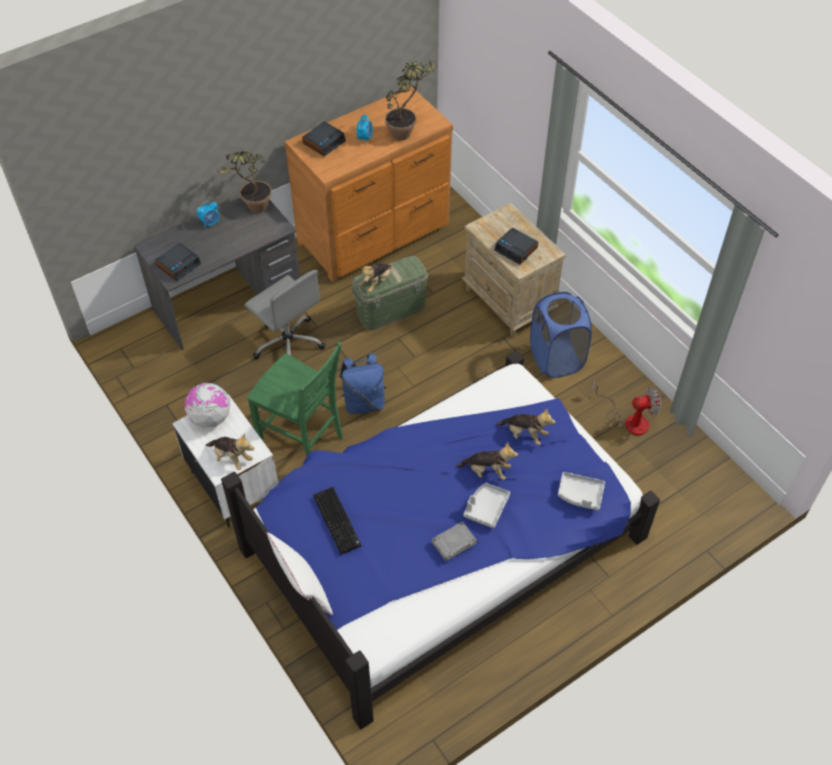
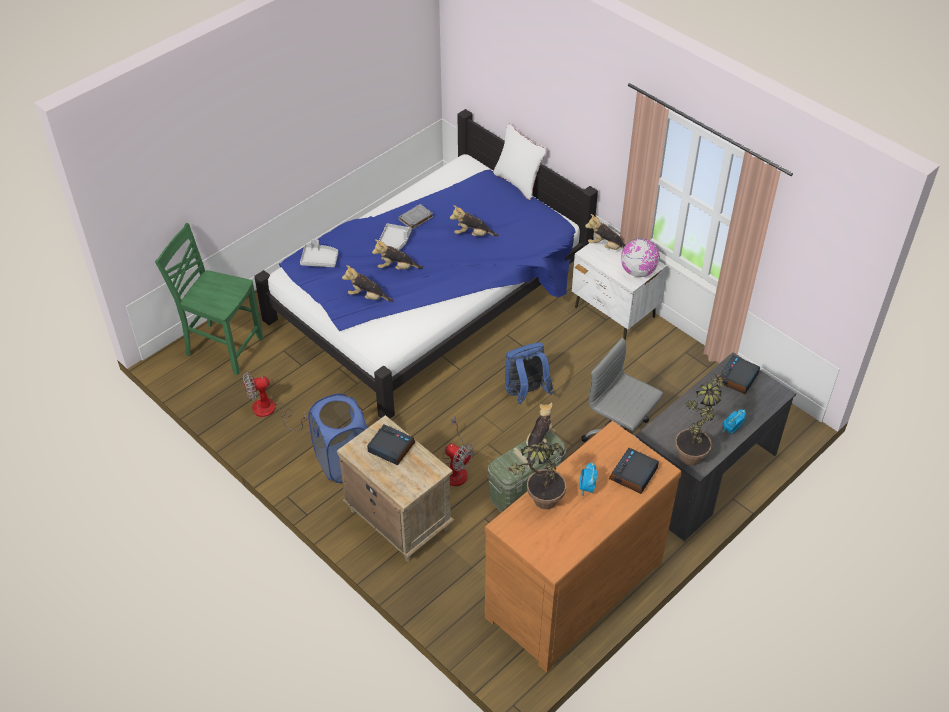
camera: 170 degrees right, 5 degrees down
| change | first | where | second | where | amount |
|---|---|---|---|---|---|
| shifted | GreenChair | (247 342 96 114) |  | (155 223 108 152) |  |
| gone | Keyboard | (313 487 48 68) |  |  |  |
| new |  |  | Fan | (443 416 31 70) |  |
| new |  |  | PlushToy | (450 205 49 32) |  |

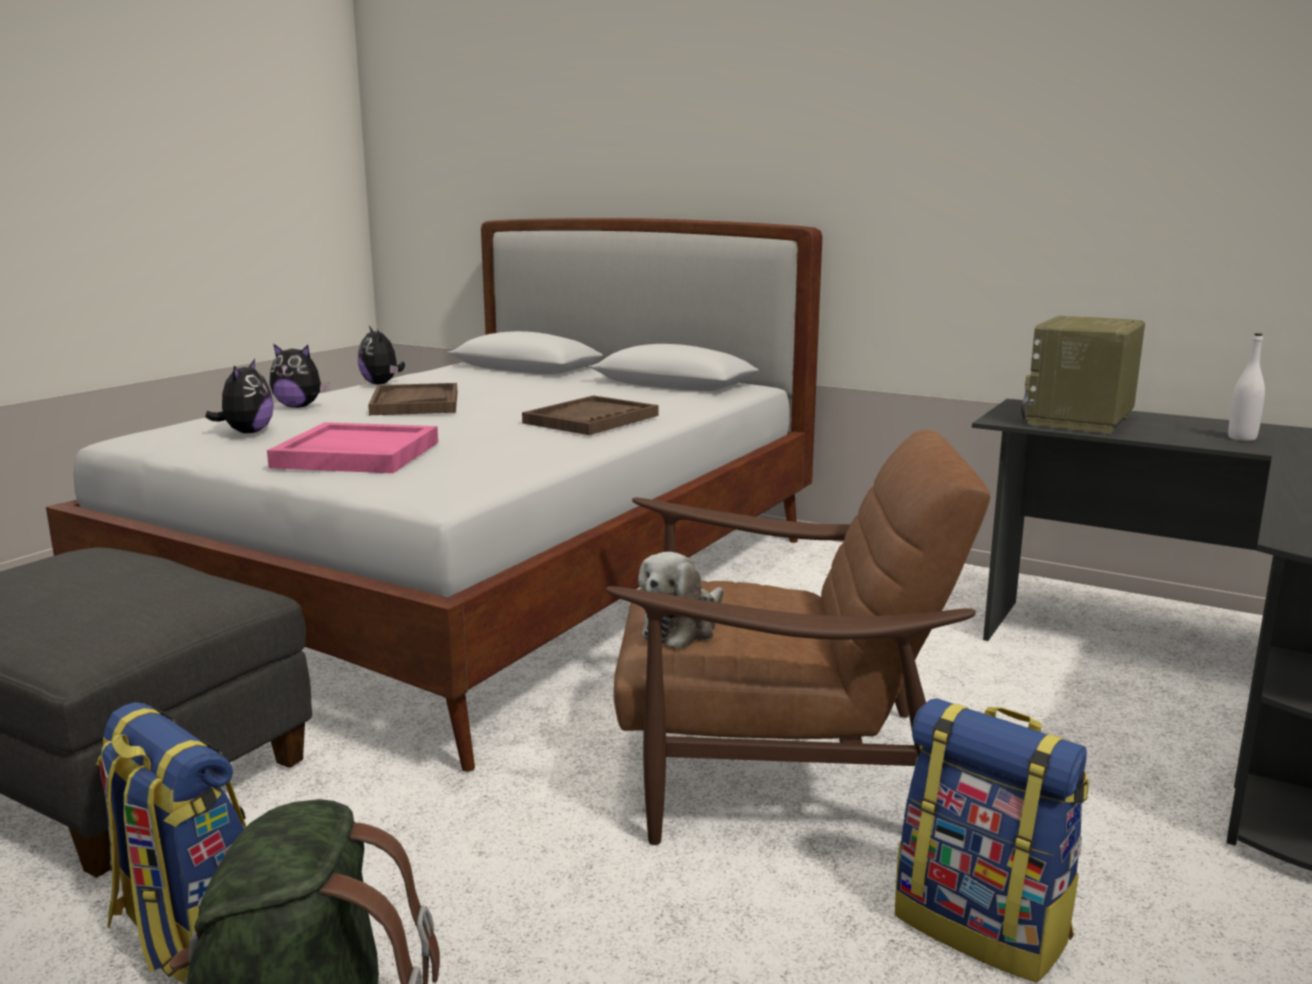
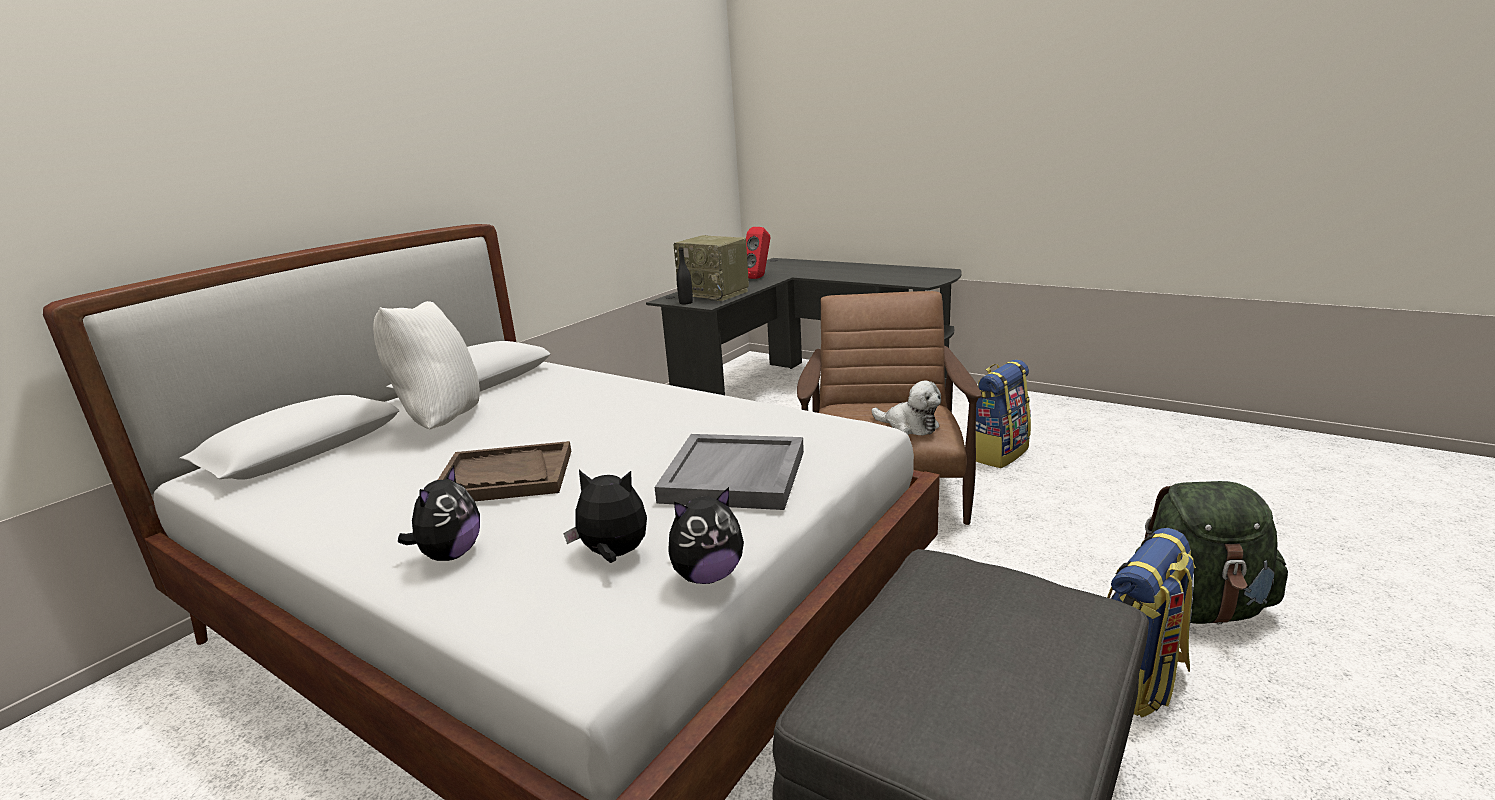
camera: 85 degrees left, 5 degrees up
| change | first | where | second | where | amount |
|---|---|---|---|---|---|
| repainted | PinkTray | (267 422 171 51) | GreyTray | (655 434 149 76) |  |
| shifted | PlushToy | (358 326 47 59) |  | (668 487 76 97) |  |
| gone | BrownTray | (522 395 136 40) |  |  |  |
| swapped | WhiteBottle | (1228 333 37 108) | RedSpeaker | (746 227 24 52) |  |
| new |  |  | WhitePillow | (373 301 107 128) |  |
| new |  |  | BlackBottle | (676 247 17 57) |  |

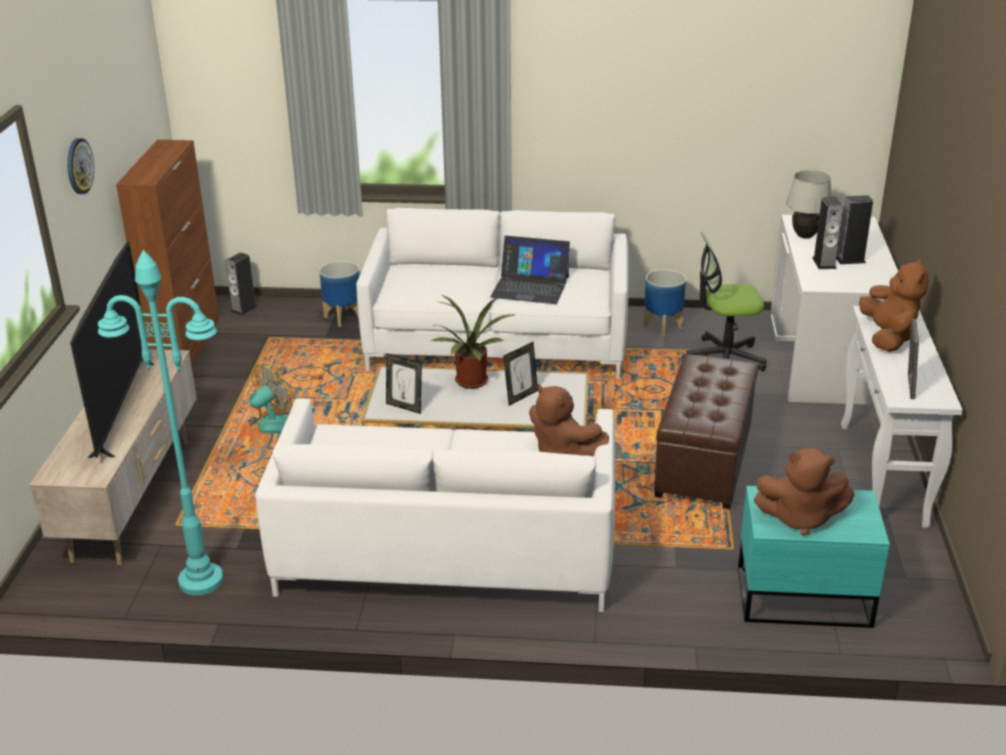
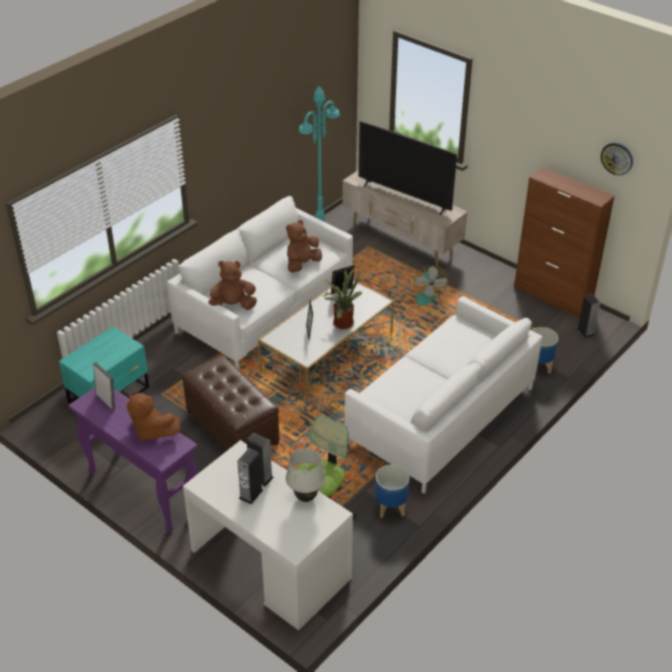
camera: 125 degrees right, 10 degrees up
| change | first | where | second | where | amount |
|---|---|---|---|---|---|
| shifted | WallClock | (67 138 27 56) |  | (601 143 32 32) |  |
| gone | Laptop | (491 236 79 68) |  |  |  |
| shifted | BrownPlushToy | (754 448 101 88) |  | (286 220 36 53) |  |
| repainted | WhiteConsoleTable | (841 306 122 223) | PurpleConsoleTable | (69 387 128 145) |  |

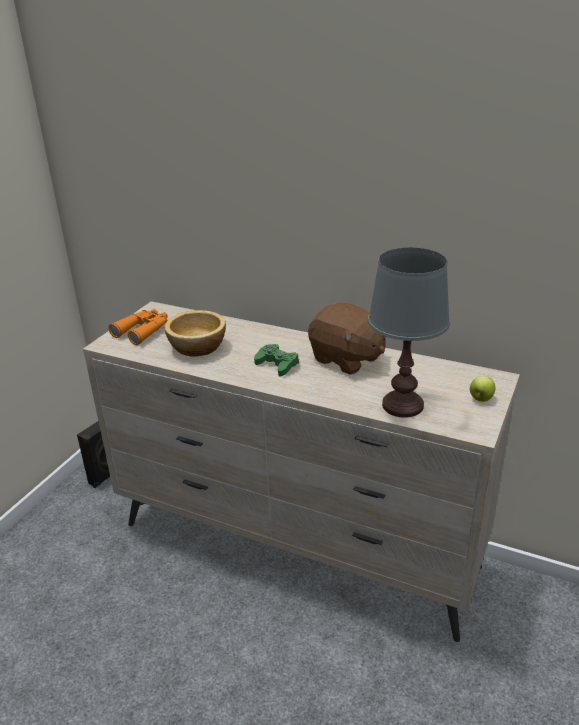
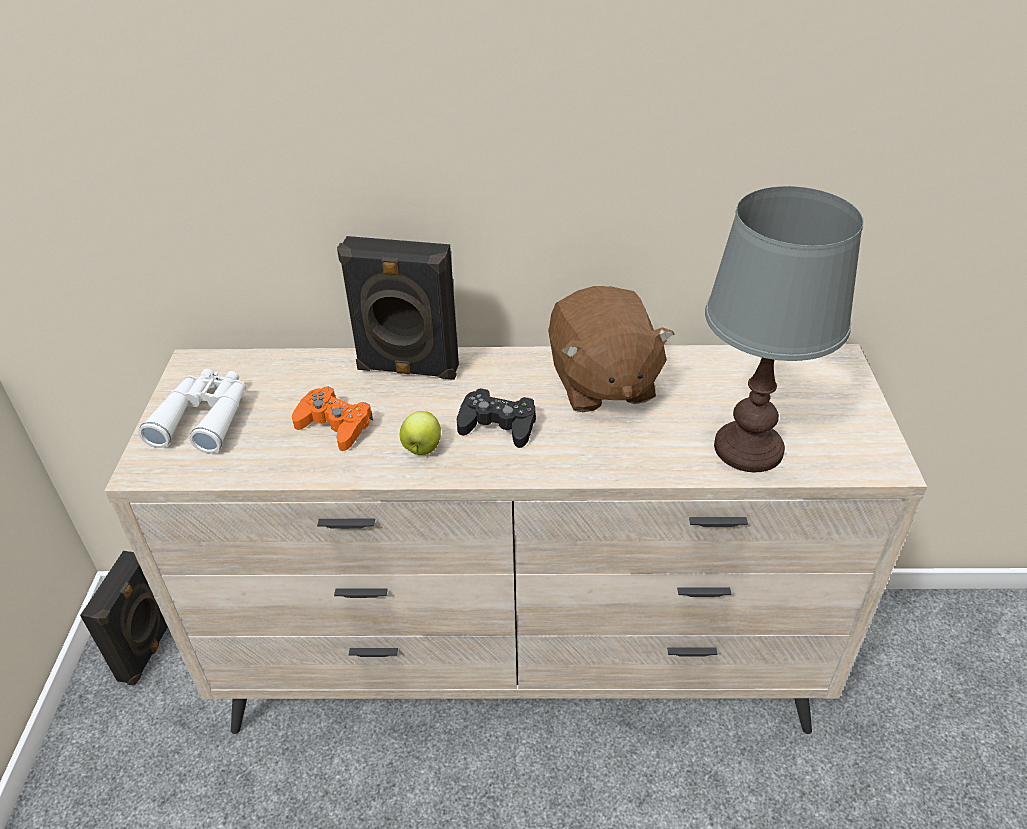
camera: 25 degrees left, 10 degrees up
| change | first | where | second | where | amount |
|---|---|---|---|---|---|
| repainted | OrangeBinoculars | (108 309 60 36) | WhiteBinoculars | (138 369 108 85) |  |
| swapped | Bowl | (164 310 62 47) | OrangeGameController | (292 387 81 64) |  |
| repainted | GreenGameController | (254 344 45 33) | BlackGameController | (457 388 79 60) |  |
| rotated | BrownPlushToy | (308 303 78 72) |  | (548 286 126 126) | 60 degrees clockwise |
| shifted | Apple | (470 376 25 26) |  | (400 411 41 44) |  |
| new |  |  | BlackSpeaker | (337 236 122 144) |  |

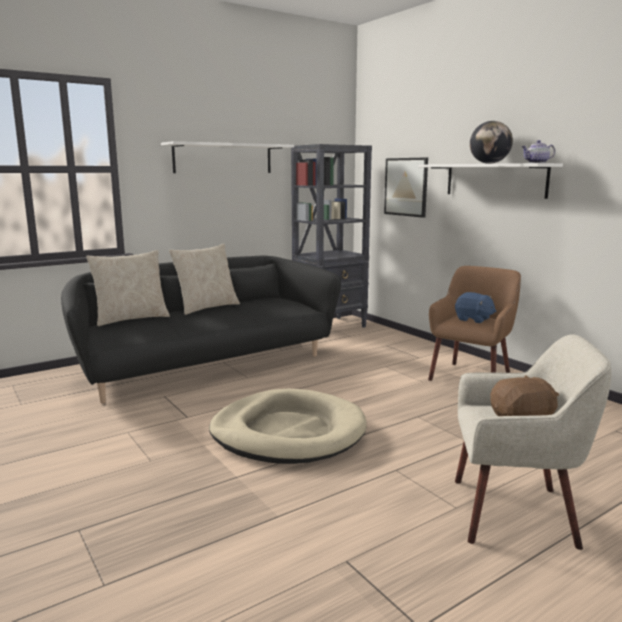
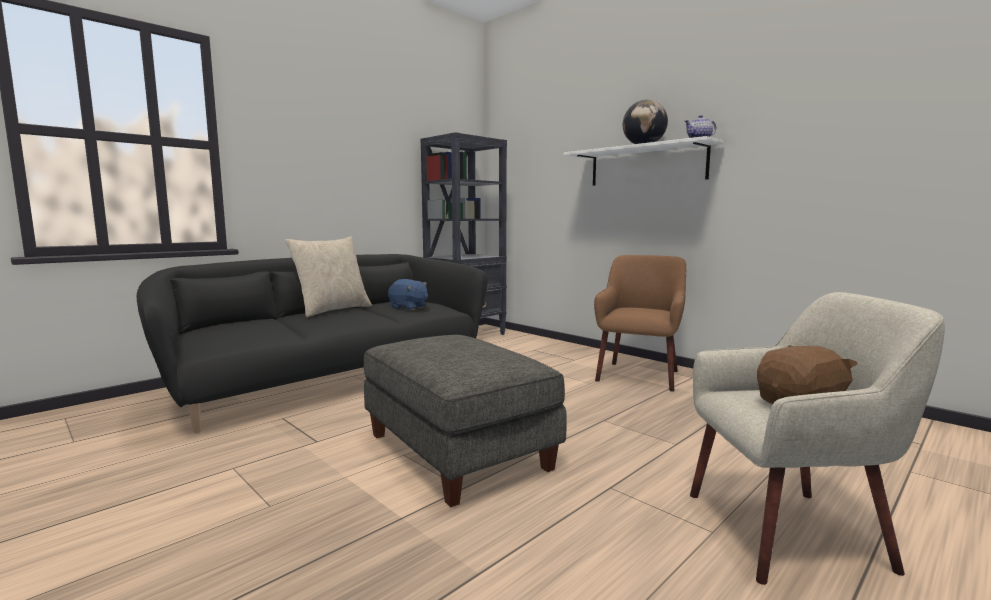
camera: 10 degrees left, 5 degrees down
| change | first | where | second | where | amount |
|---|---|---|---|---|---|
| gone | BeigePillow | (86 250 84 76) |  |  |  |
| gone | WhiteShelf | (161 141 133 32) |  |  |  |
| swapped | BeigeDogBed | (209 388 158 76) | GreyOttoman | (364 335 203 172) |  |
| gone | Picture | (384 157 44 61) |  |  |  |
| shifted | BluePlushToy | (455 292 41 32) |  | (388 279 40 31) |  |

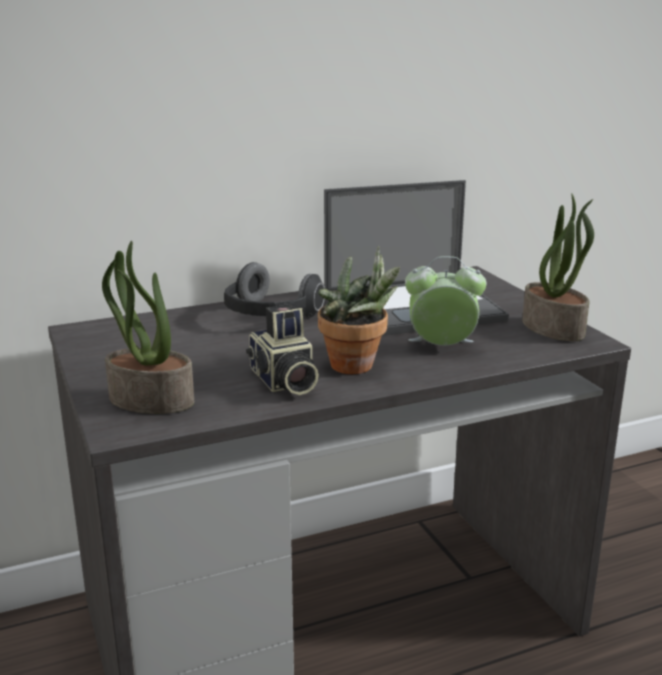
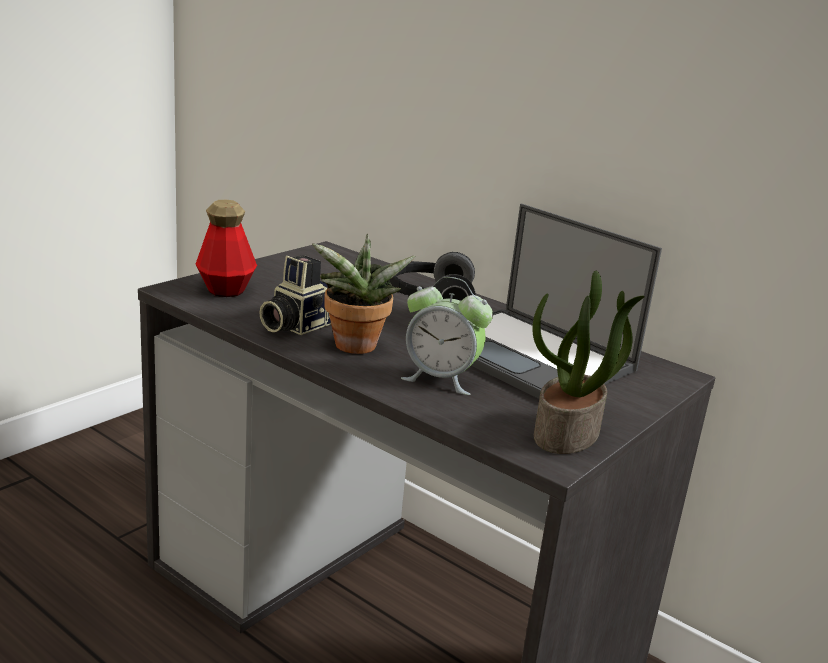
camera: 60 degrees right, 0 degrees up
| change | first | where | second | where | amount |
|---|---|---|---|---|---|
| swapped | PottedPlant | (102 241 92 173) | Bottle | (196 200 61 97) |  |
| rotated | AlarmClock | (405 256 82 90) |  | (401 277 92 118) | 135 degrees clockwise |

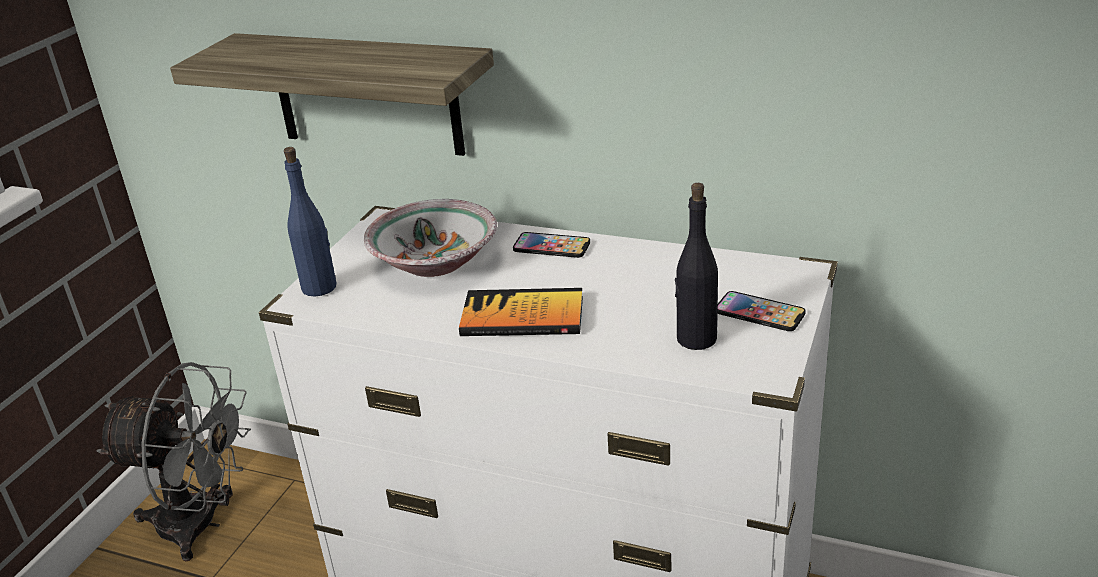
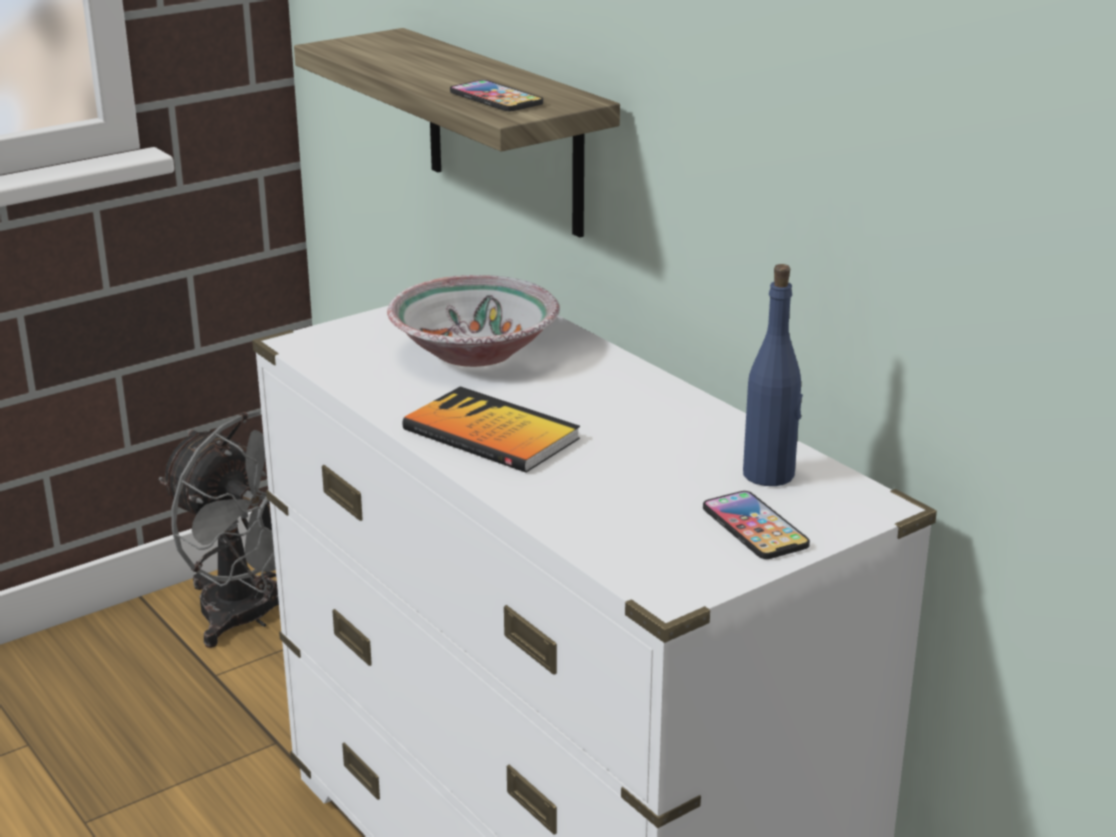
camera: 30 degrees right, 5 degrees down
| change | first | where | second | where | amount |
|---|---|---|---|---|---|
| shifted | BlueBottle | (284 147 53 150) |  | (743 264 60 222) |  |
| shifted | Phone | (513 232 77 26) |  | (450 80 93 31) |  |
| gone | BlackBottle | (675 183 43 167) |  |  |  |

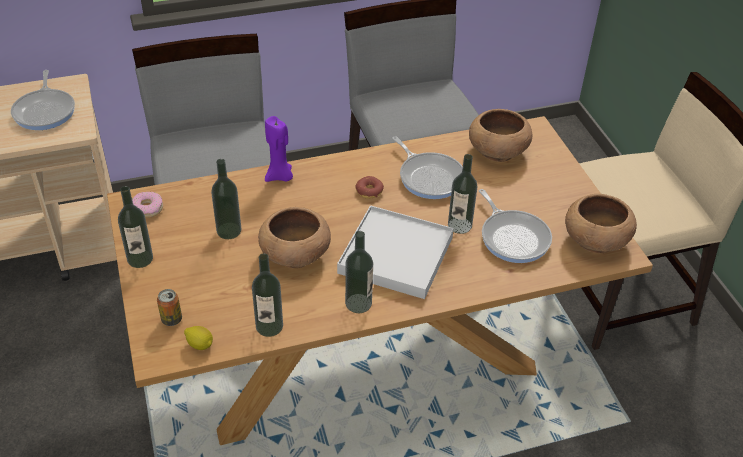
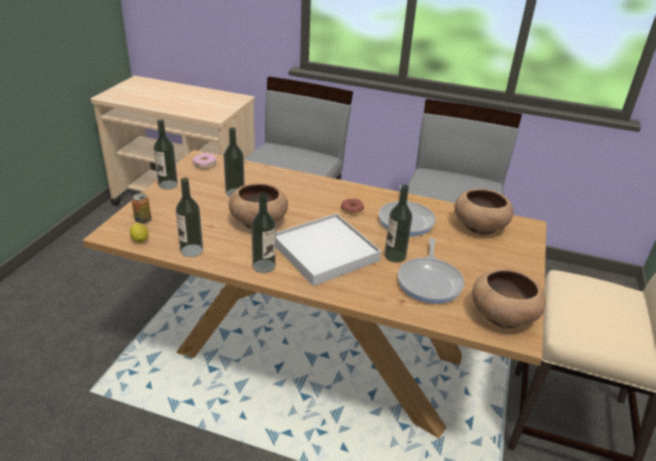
camera: 35 degrees right, 10 degrees down
| change | first | where | second | where | amount |
|---|---|---|---|---|---|
| gone | FryingPan | (11 70 64 60) |  |  |  |
| gone | PurpleCandle | (265 116 28 66) |  |  |  |

